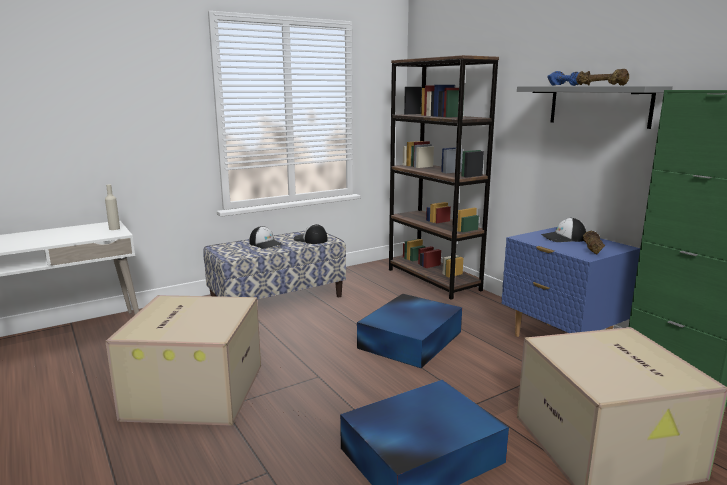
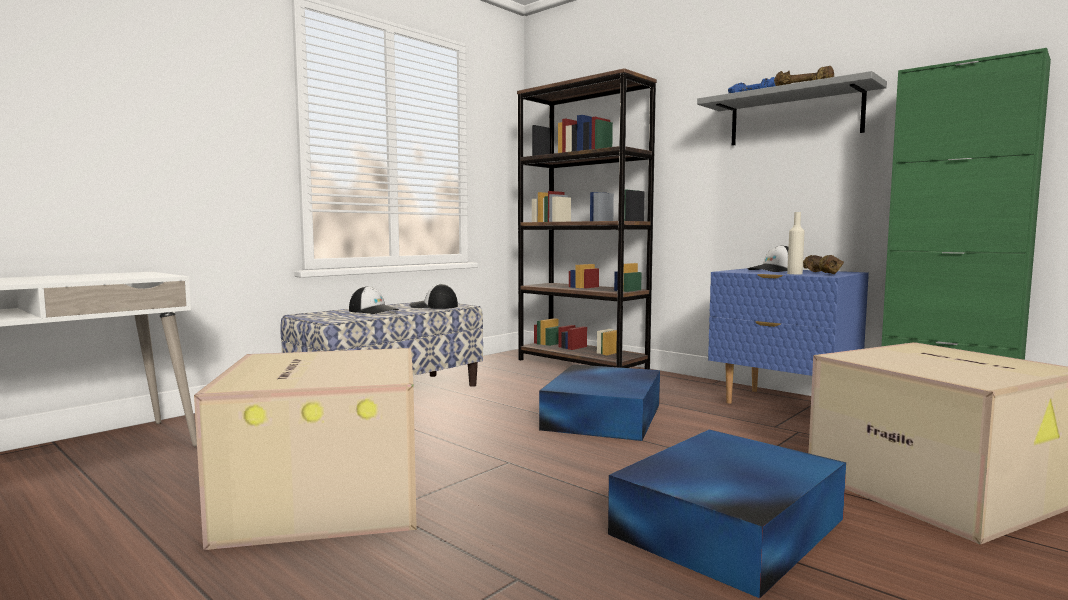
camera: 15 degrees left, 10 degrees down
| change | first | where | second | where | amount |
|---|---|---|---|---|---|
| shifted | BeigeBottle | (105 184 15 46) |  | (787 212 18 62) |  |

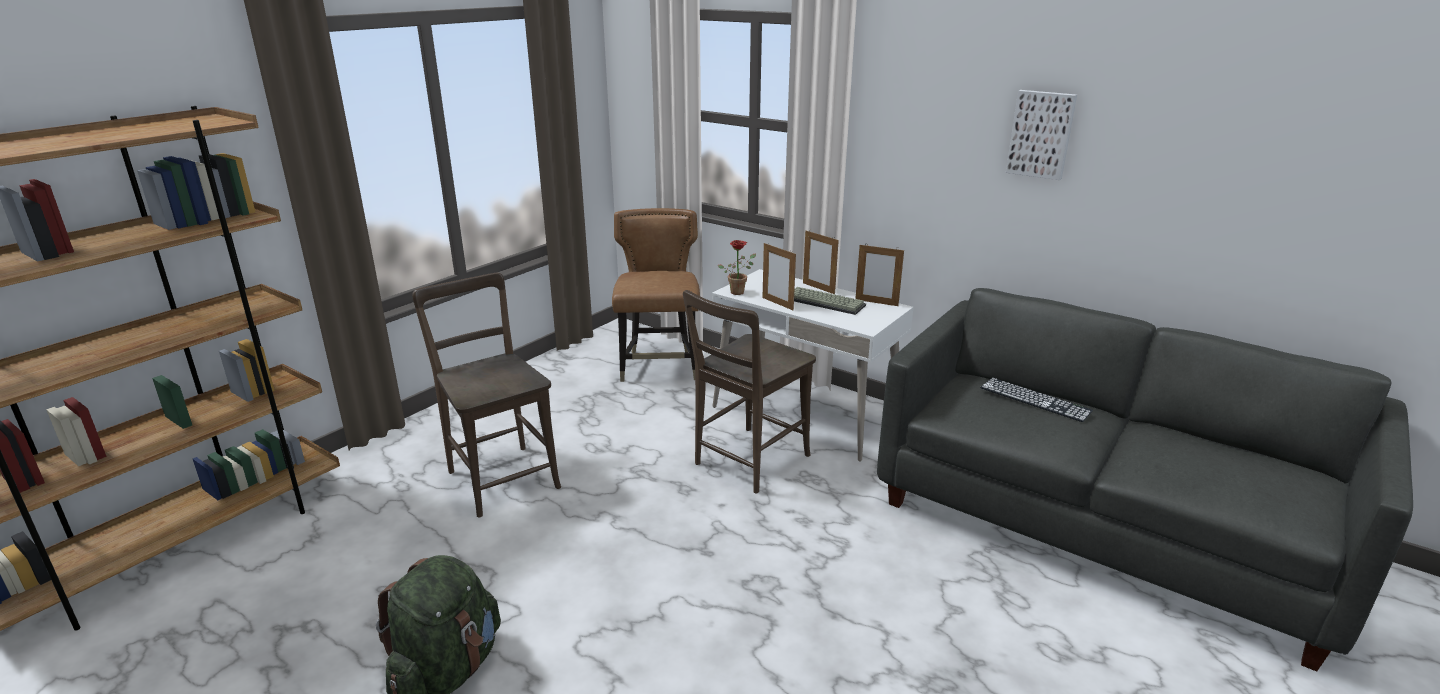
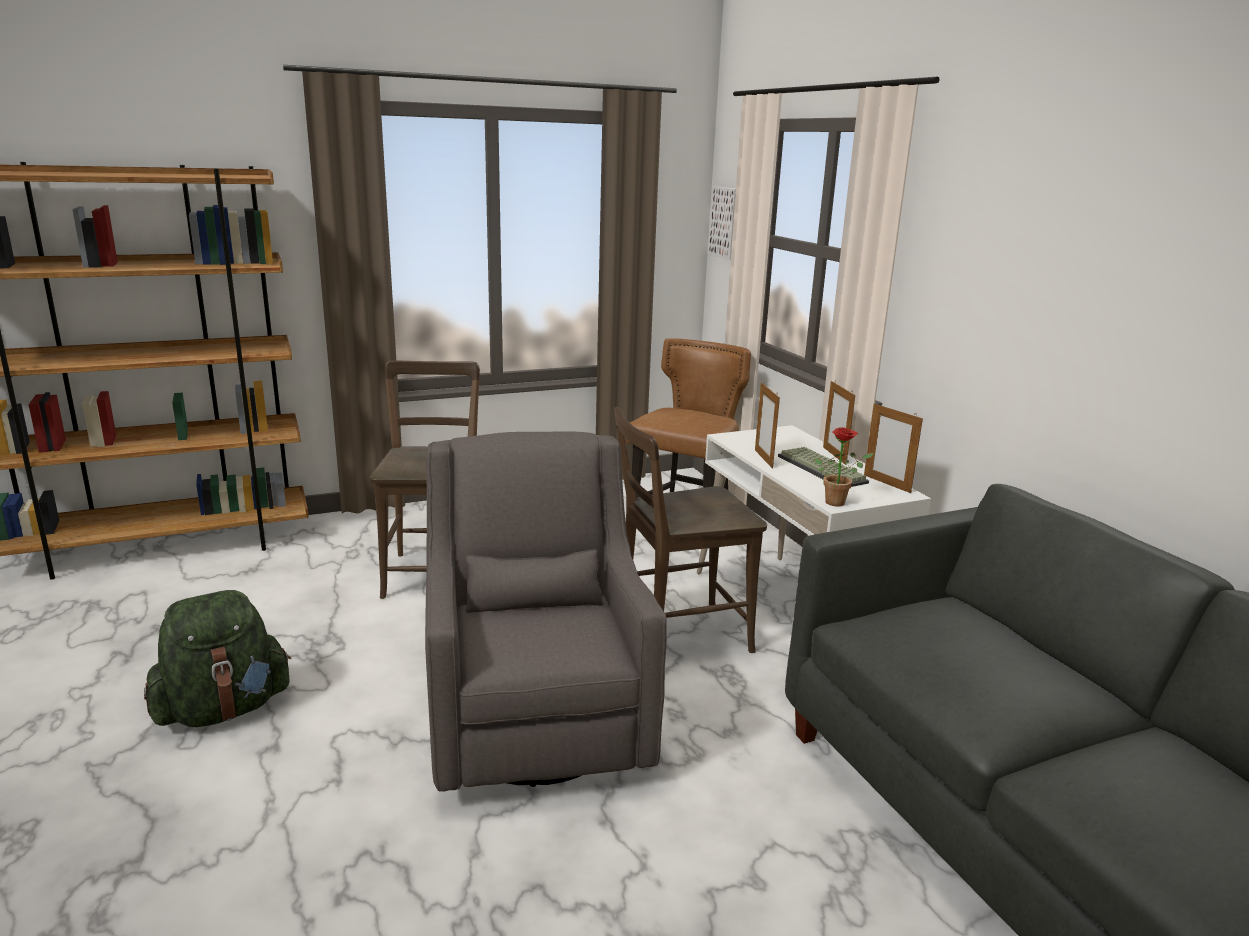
camera: 30 degrees right, 5 degrees down
| change | first | where | second | where | amount |
|---|---|---|---|---|---|
| shifted | PottedPlant | (718 240 38 55) |  | (815 427 59 80) |  |
| gone | Keyboard | (980 378 113 44) |  |  |  |
| shifted | Picture | (1006 90 71 90) |  | (709 187 27 73) |  |
| new |  |  | GreyArmchair | (425 431 242 361) |  |

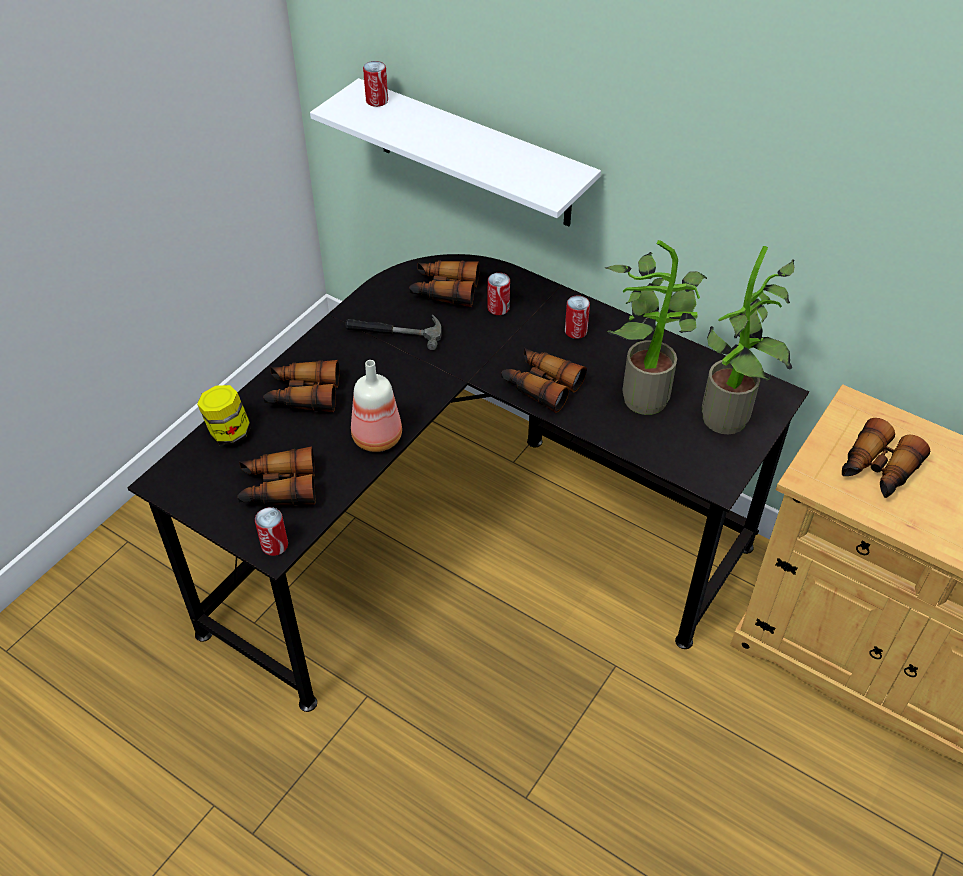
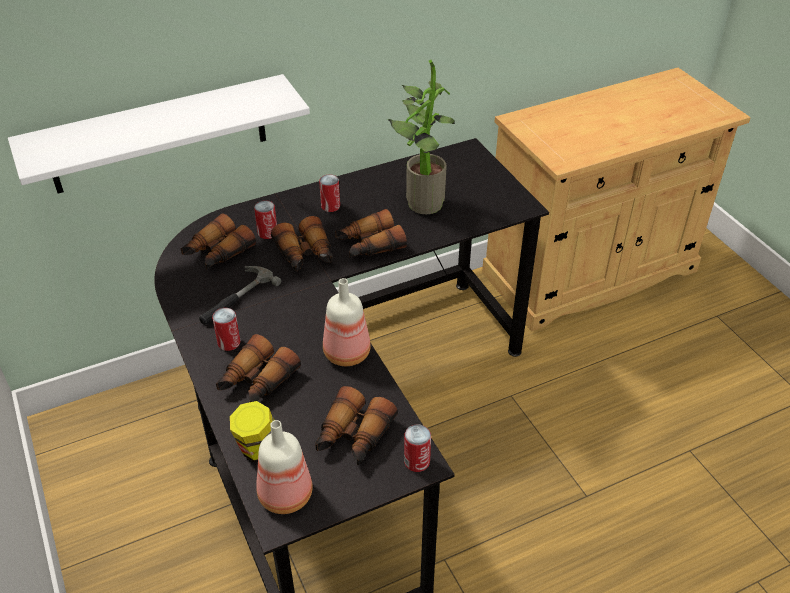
camera: 60 degrees left, 5 degrees down
| change | first | where | second | where | amount |
|---|---|---|---|---|---|
| shifted | Can | (363 61 25 46) |  | (212 308 29 43) |  |
| gone | PottedPlant | (702 246 92 189) |  |  |  |
| shifted | Binoculars | (842 418 88 80) |  | (271 216 62 56) |  |
| new |  |  | Bottle | (256 420 57 94) |  |

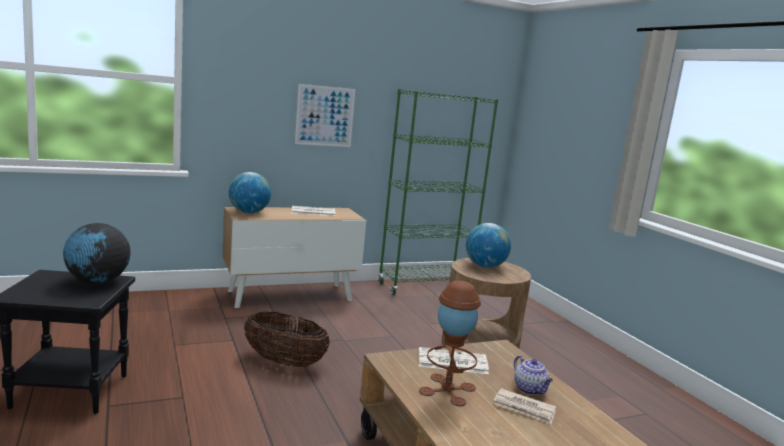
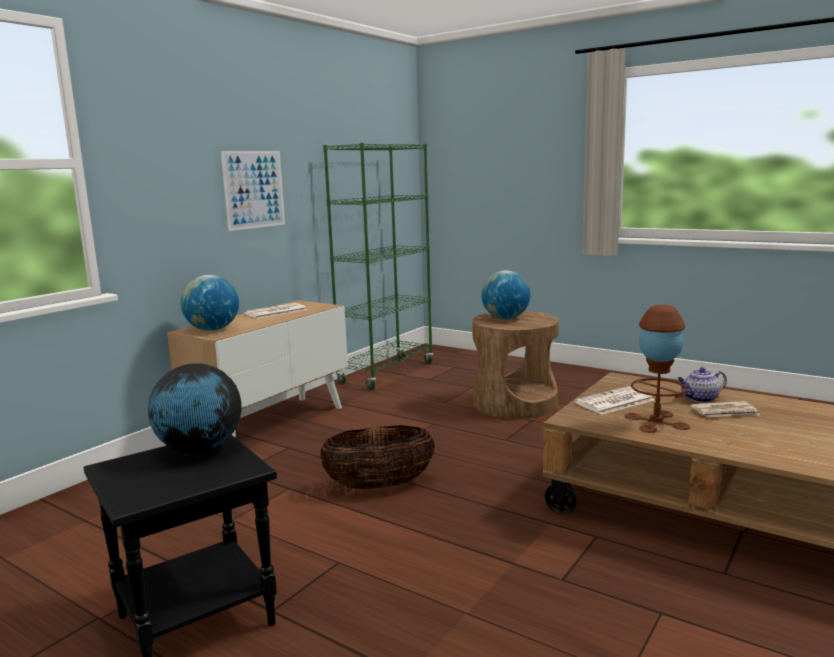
camera: 30 degrees left, 0 degrees up
| change | first | where | second | where | amount |
|---|---|---|---|---|---|
| rotated | Teapot | (514 355 39 40) |  | (677 367 50 36) | 135 degrees clockwise |

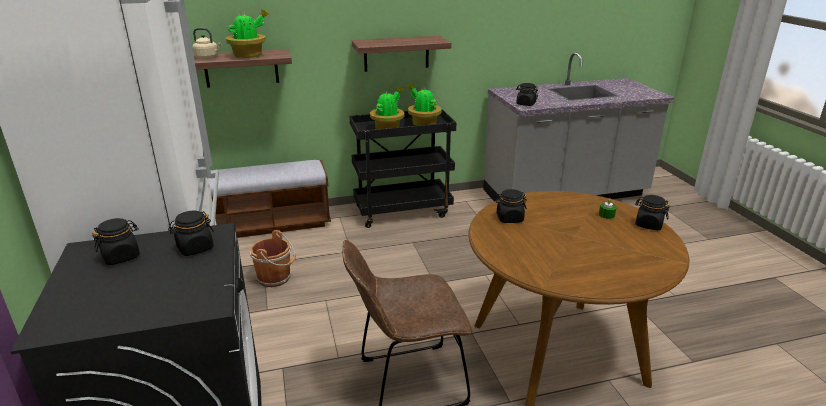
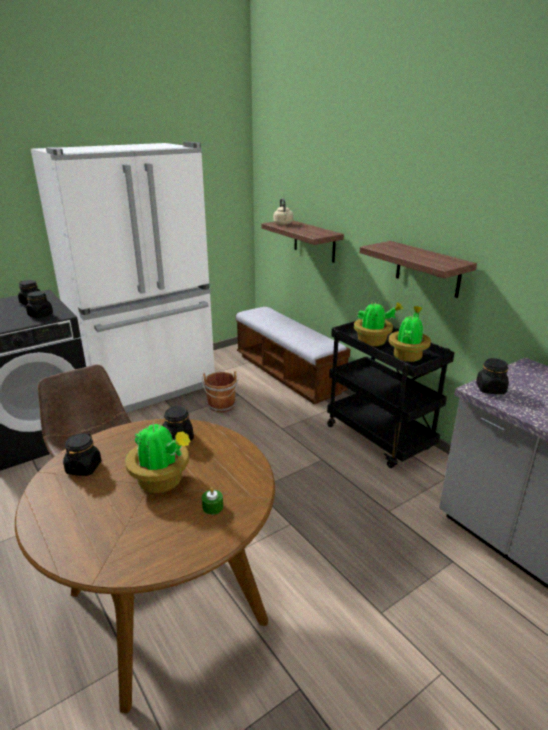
camera: 70 degrees right, 0 degrees up
| change | first | where | second | where | amount |
|---|---|---|---|---|---|
| shifted | PottedPlant | (226 9 43 49) |  | (125 419 65 74) |  |
| shifted | BlackJar | (635 195 35 35) |  | (63 433 38 43) |  |

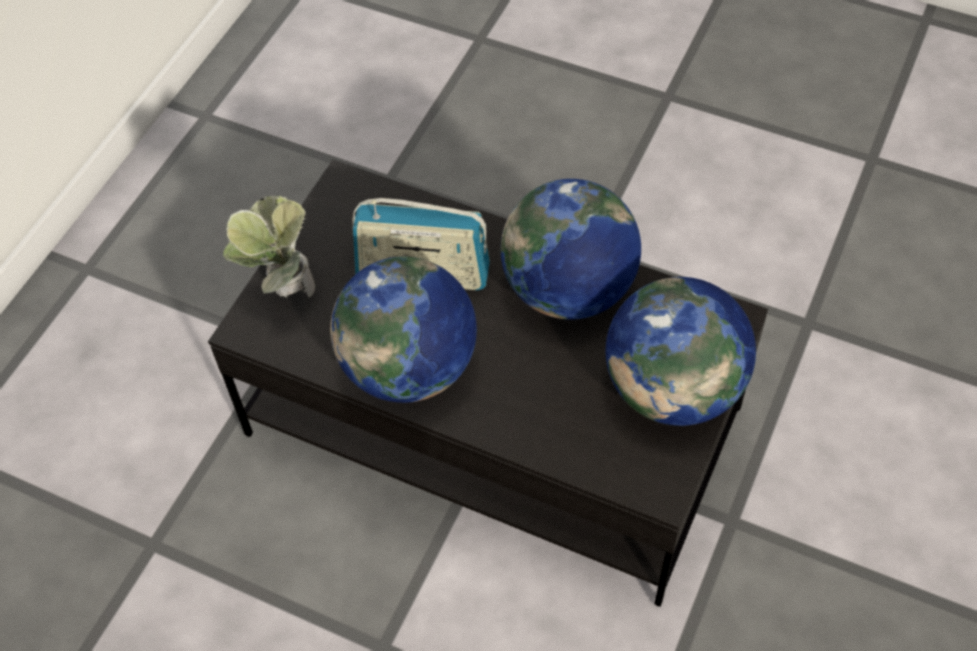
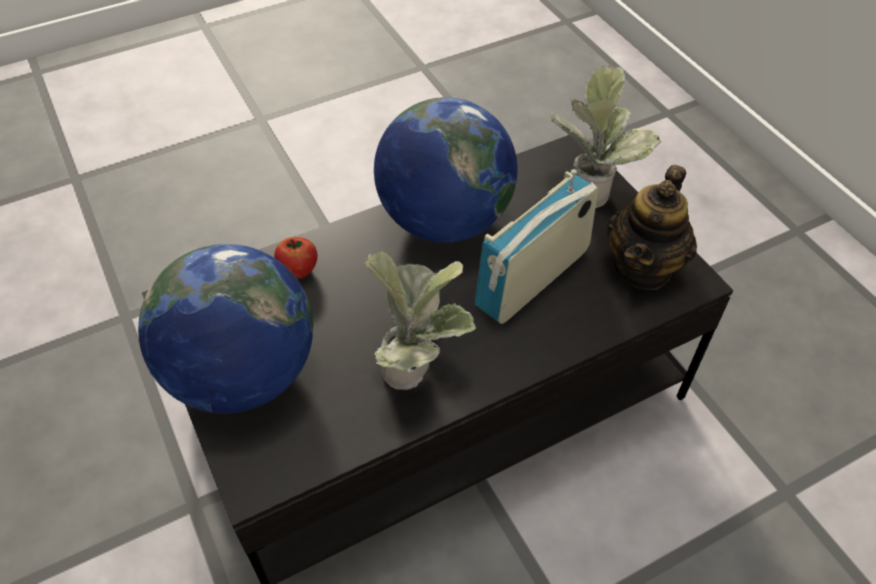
camera: 125 degrees right, 5 degrees down
| change | first | where | second | where | amount |
|---|---|---|---|---|---|
| swapped | Globe | (500 179 141 141) | PottedPlant | (364 247 112 143) |  |
| new |  |  | Apple | (274 237 44 42) |  |
| new |  |  | Teapot | (607 165 90 125) |  |

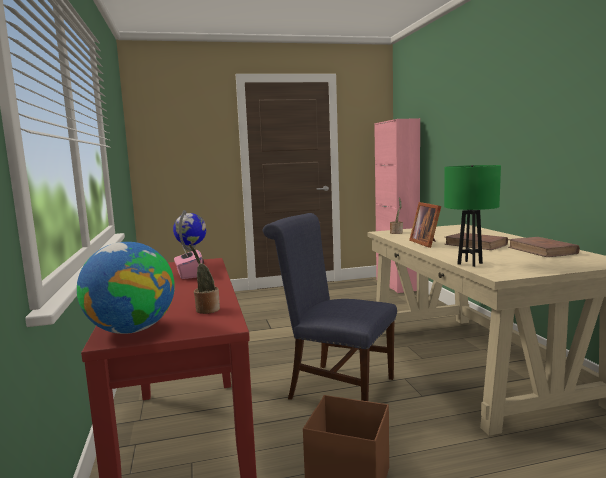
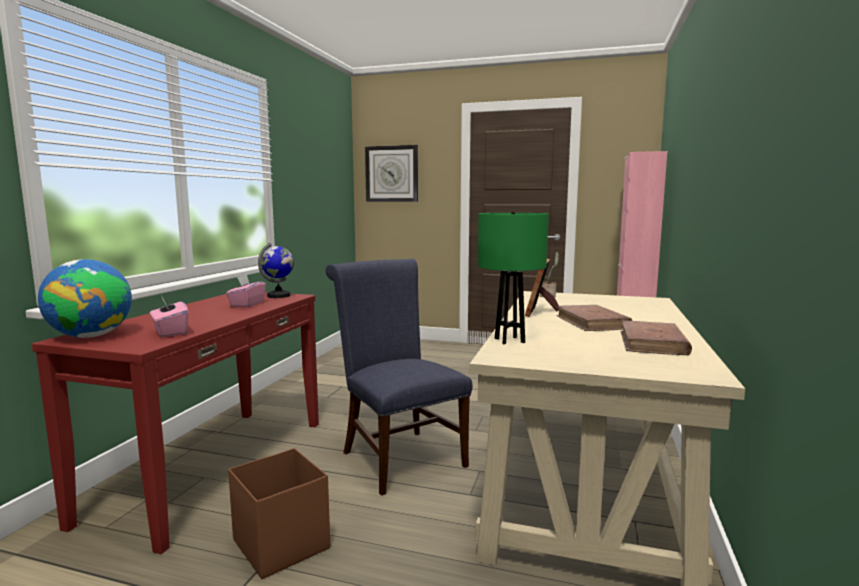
camera: 30 degrees right, 0 degrees up
| change | first | where | second | where | amount |
|---|---|---|---|---|---|
| swapped | PottedPlant | (189 244 31 70) | PinkTissueBox | (150 295 39 42) |  |
| new |  |  | WallClock | (365 145 53 57) |  |

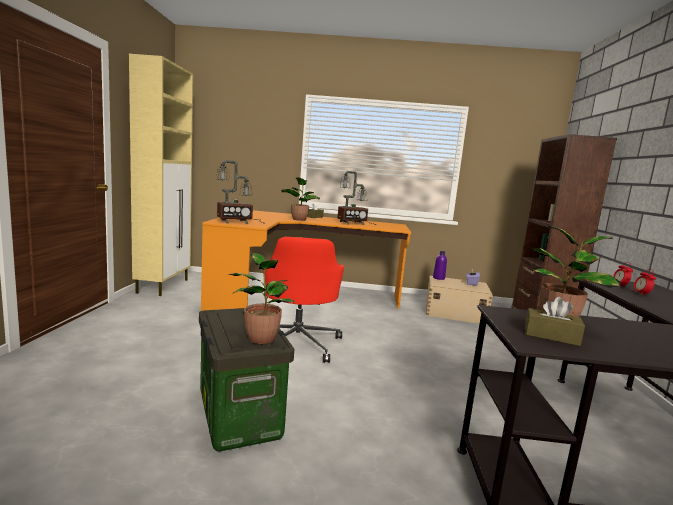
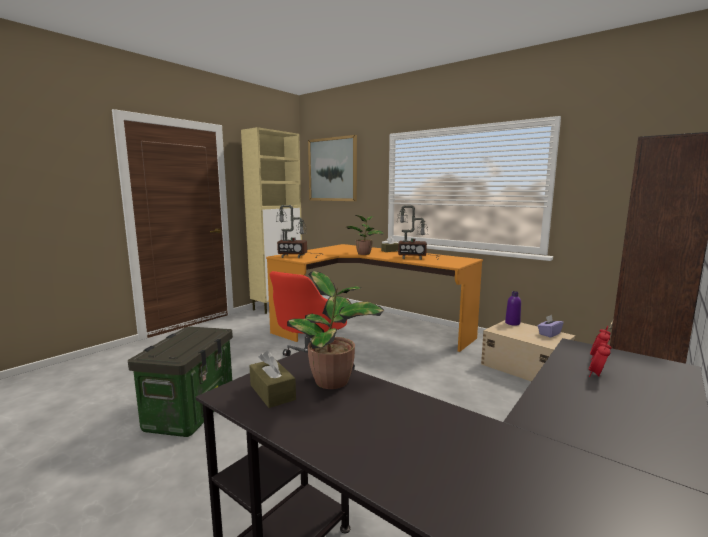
camera: 35 degrees right, 0 degrees up
| change | first | where | second | where | amount |
|---|---|---|---|---|---|
| gone | PottedPlant | (228 253 67 91) |  |  |  |
| new |  |  | Picture | (308 135 49 66) |  |

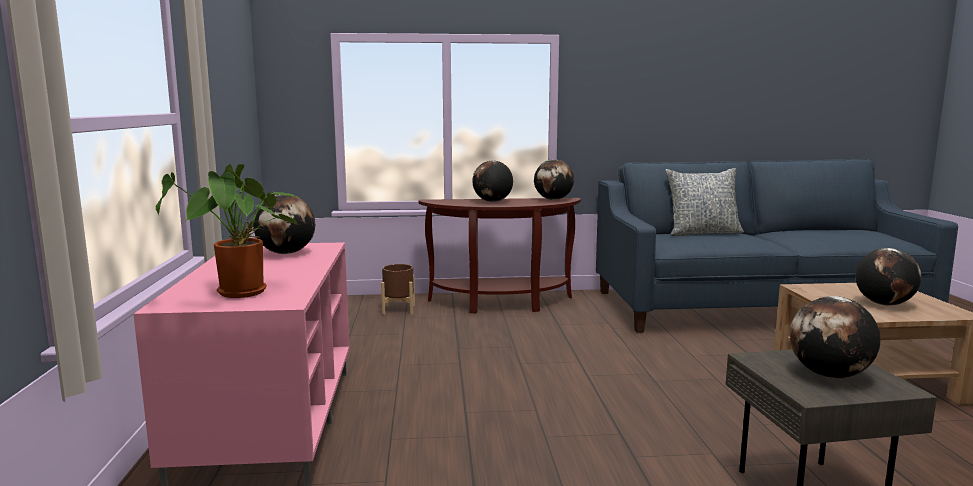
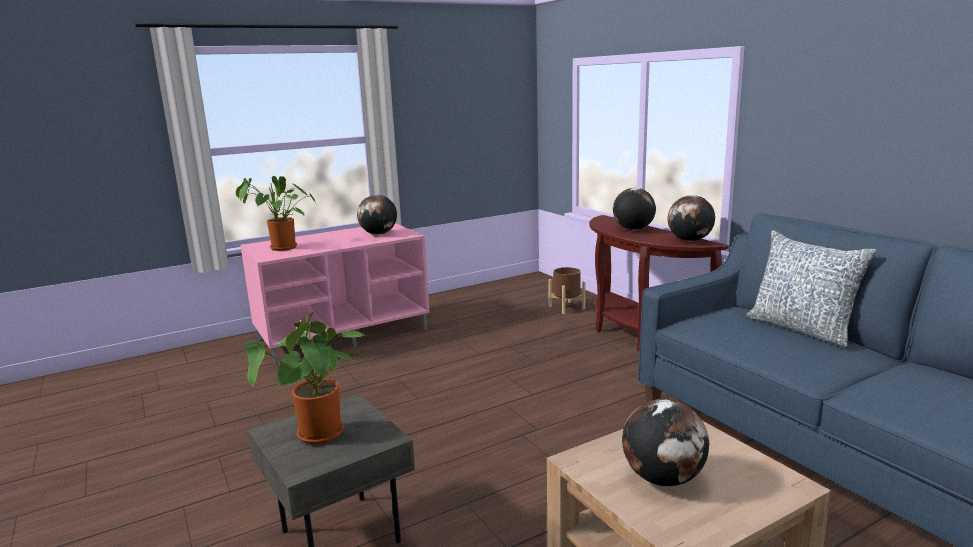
camera: 65 degrees right, 5 degrees up
| change | first | where | second | where | amount |
|---|---|---|---|---|---|
| swapped | Globe | (790 296 90 83) | PottedPlant | (245 312 124 132) |  |

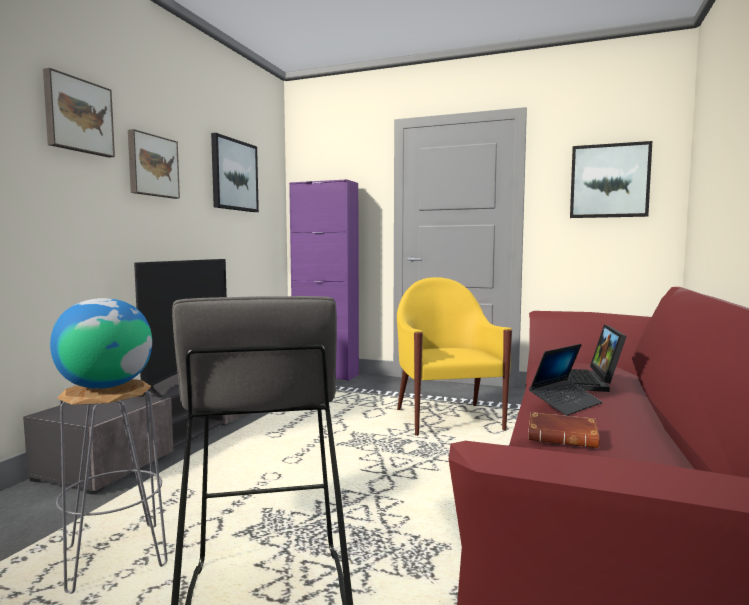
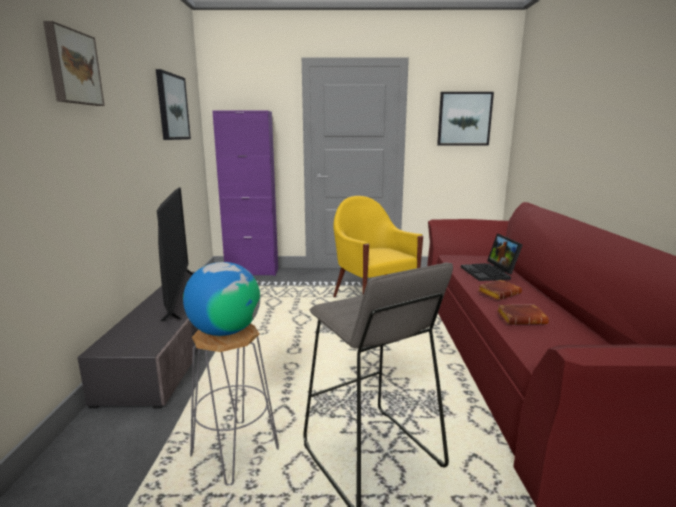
camera: 20 degrees left, 10 degrees up
| change | first | where | second | where | amount |
|---|---|---|---|---|---|
| gone | Picture | (128 129 52 70) |  |  |  |
| swapped | Laptop | (529 344 73 72) | BrownBook | (478 280 44 20) |  |

